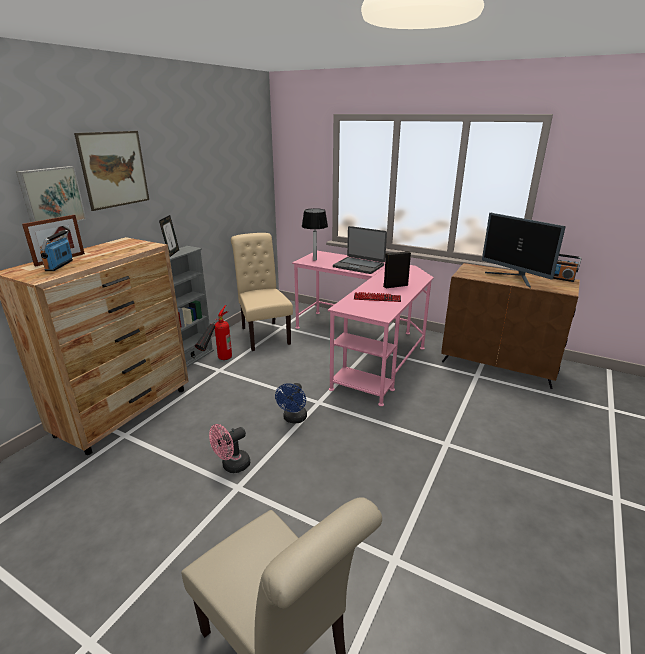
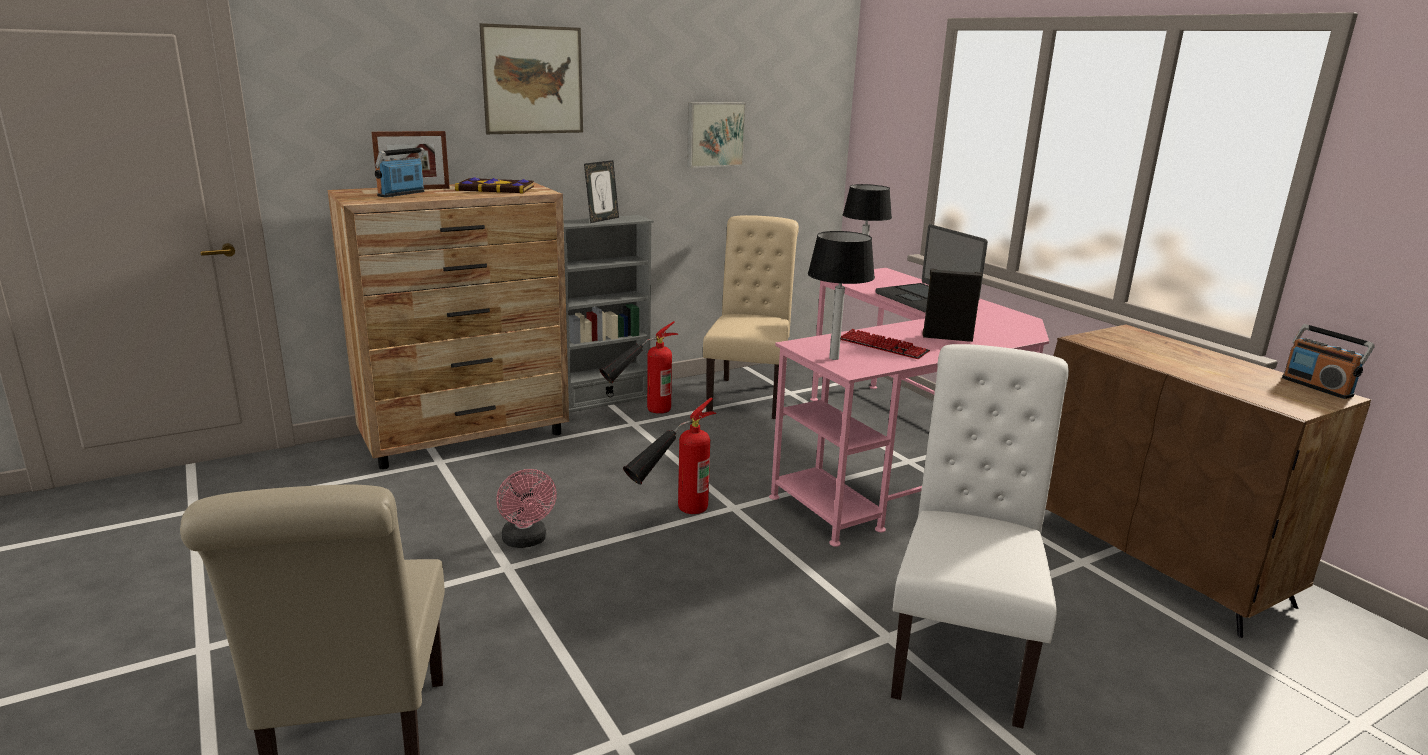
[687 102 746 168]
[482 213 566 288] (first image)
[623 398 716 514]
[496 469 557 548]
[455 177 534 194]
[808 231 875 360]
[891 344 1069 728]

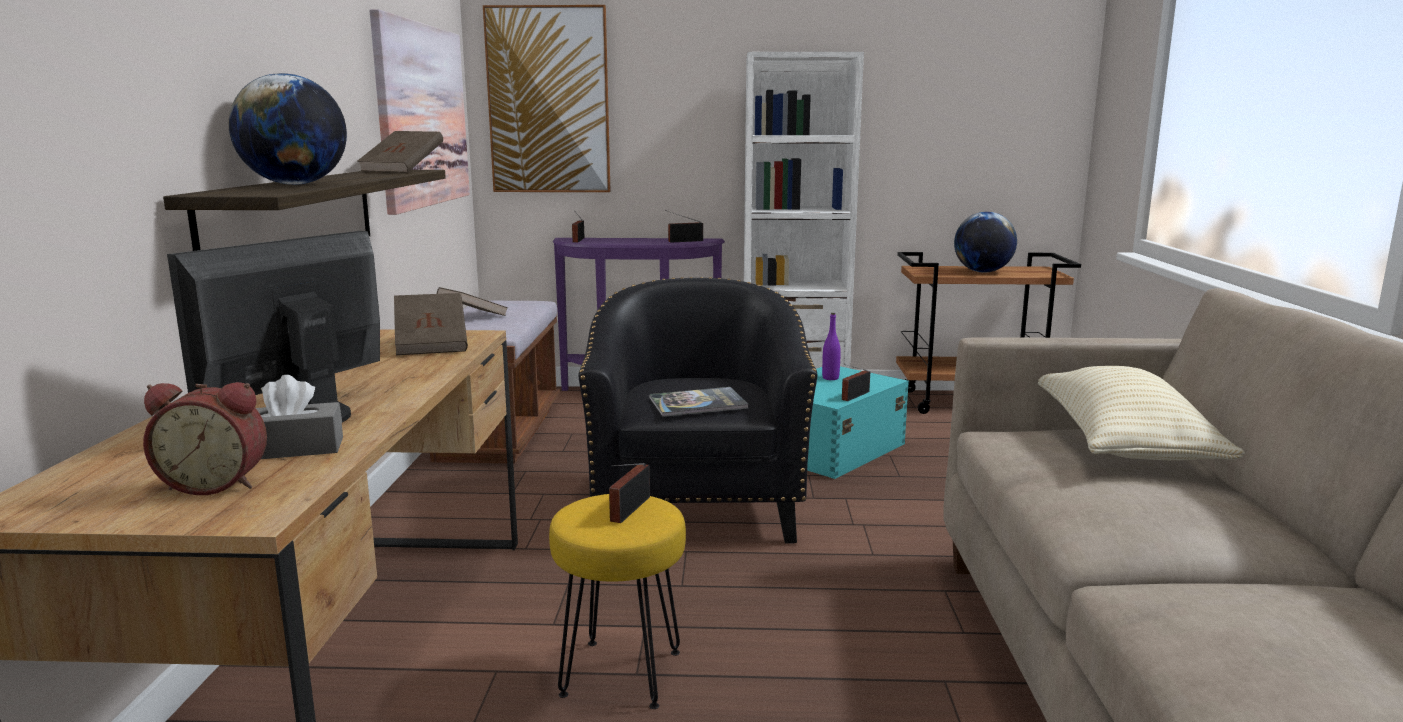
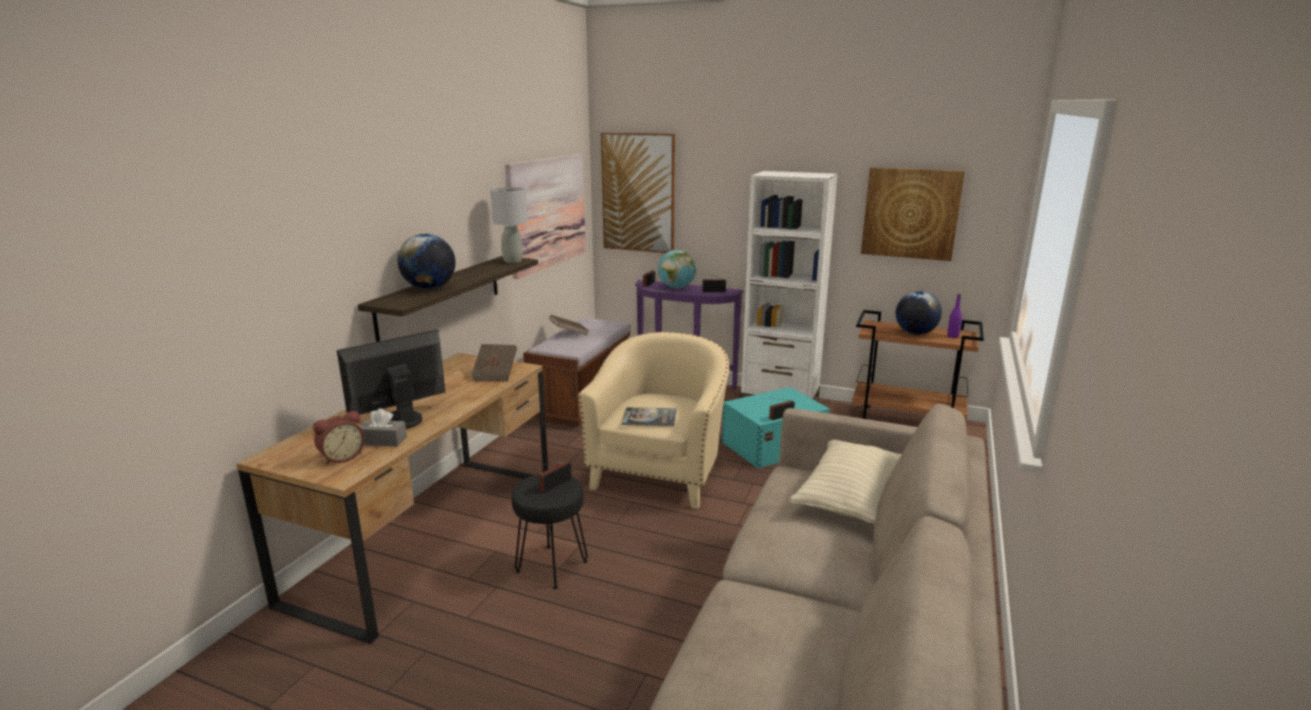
[490 187 528 263]
[578 332 729 509]
[947 294 962 338]
[313 411 365 465]
[512 474 588 589]
[861 167 965 261]
[658 250 696 289]

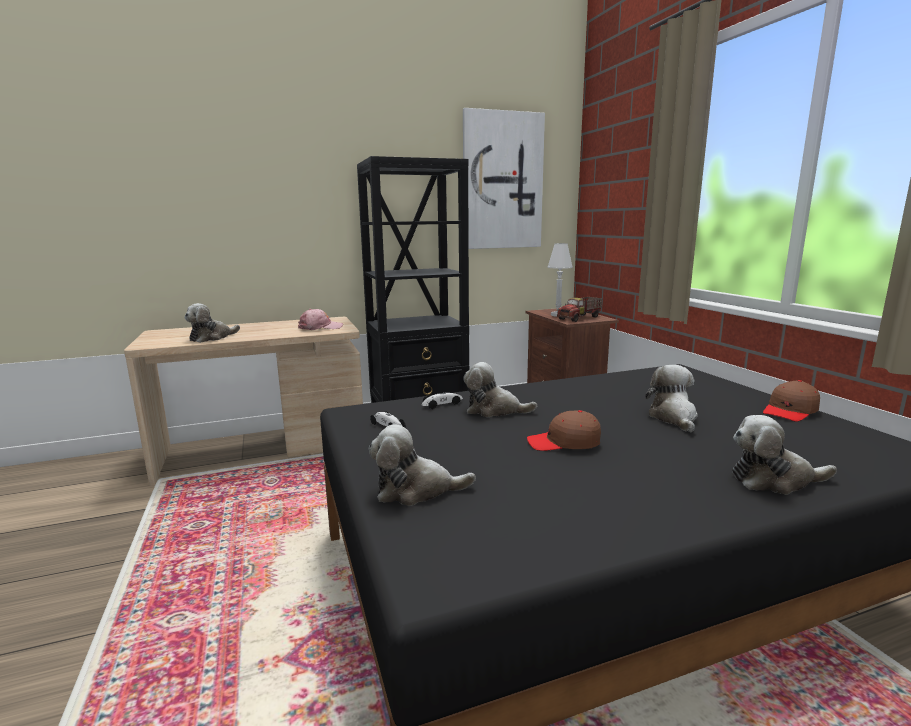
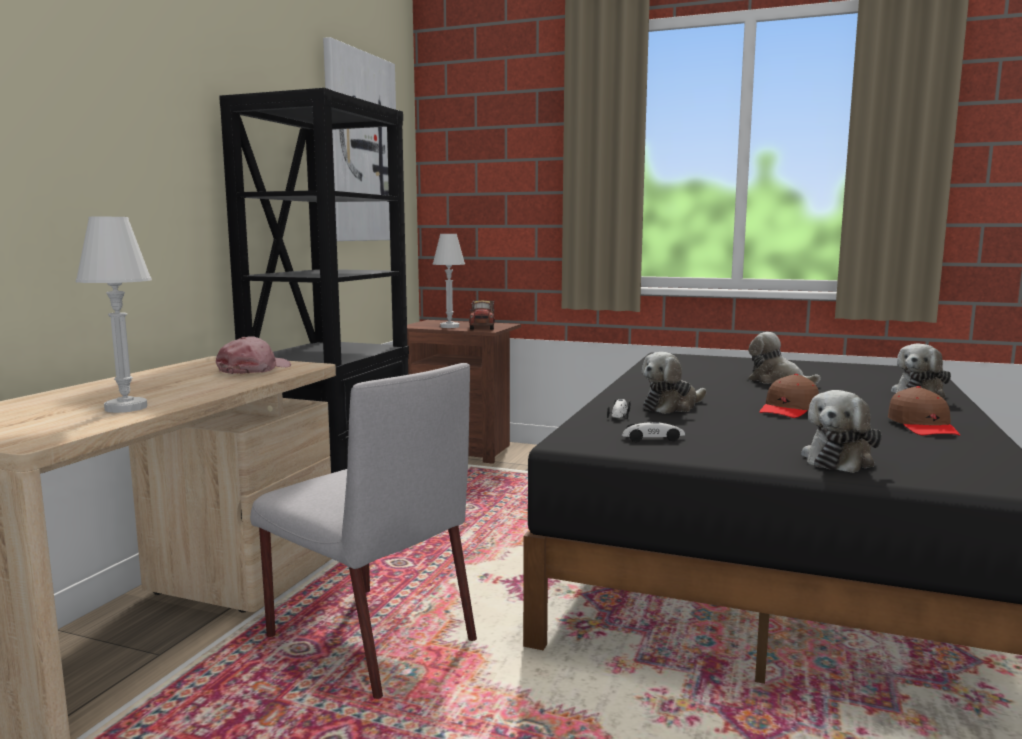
[76 217 152 413]
[888 386 960 436]
[250 363 477 699]

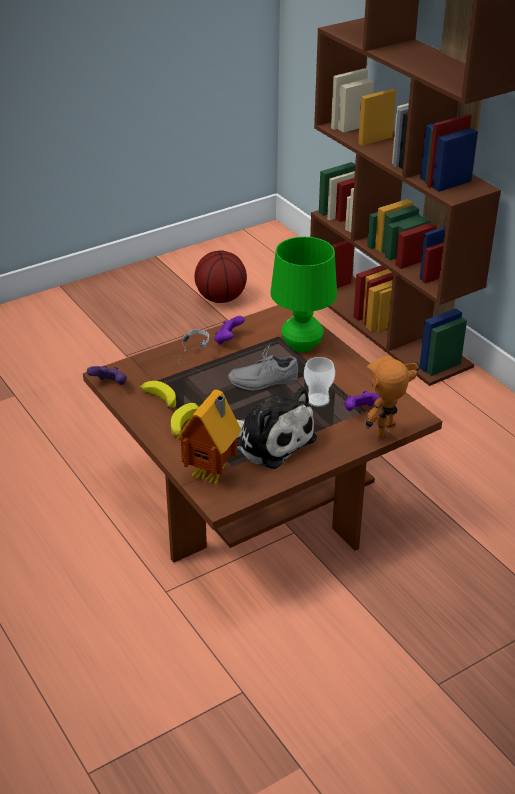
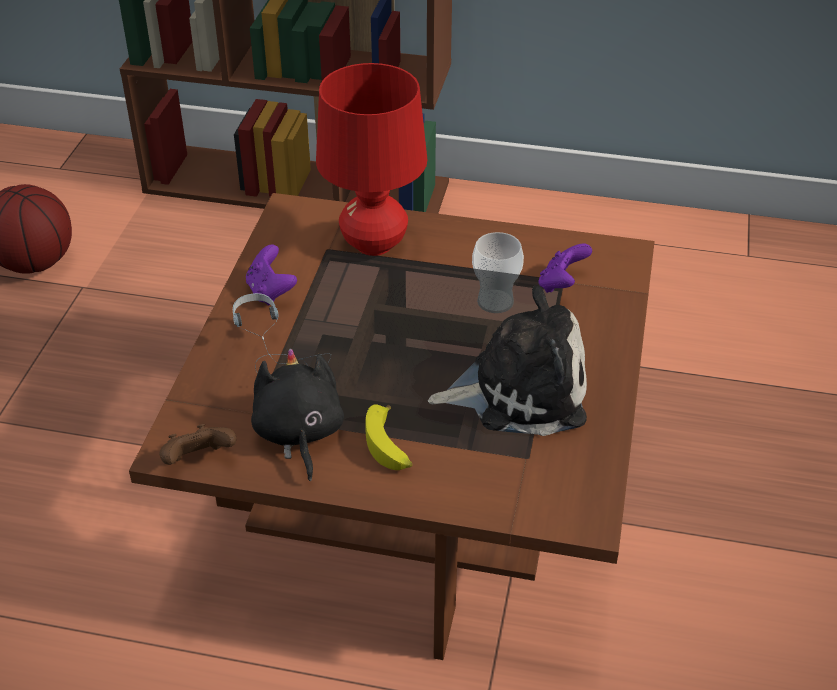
[316 63 427 256]
[228 342 298 391] (first image)
[366 355 420 437] (first image)
[159 424 236 465]
[251 348 344 481]
[176 390 241 484] (first image)

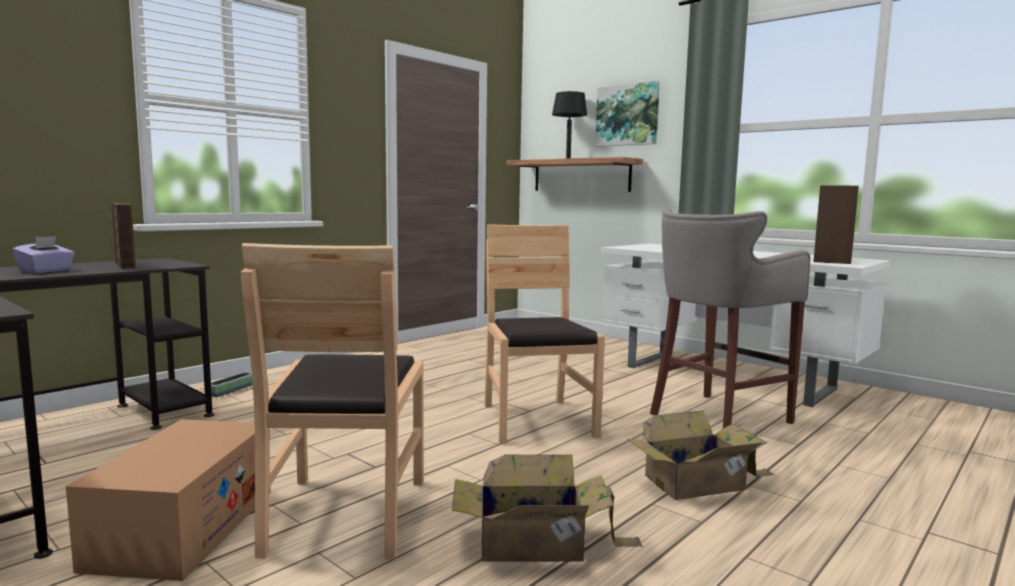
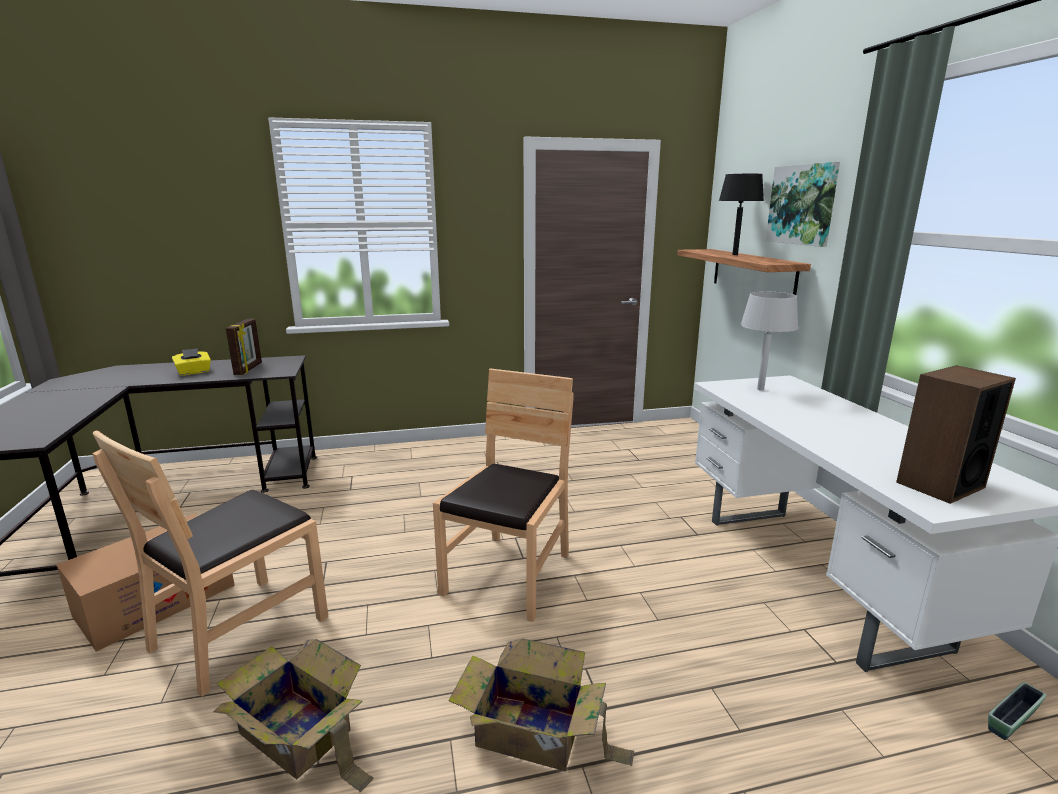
[650 208 810 428] (first image)
[172 348 211 376]
[988 682 1046 740]
[741 291 798 391]

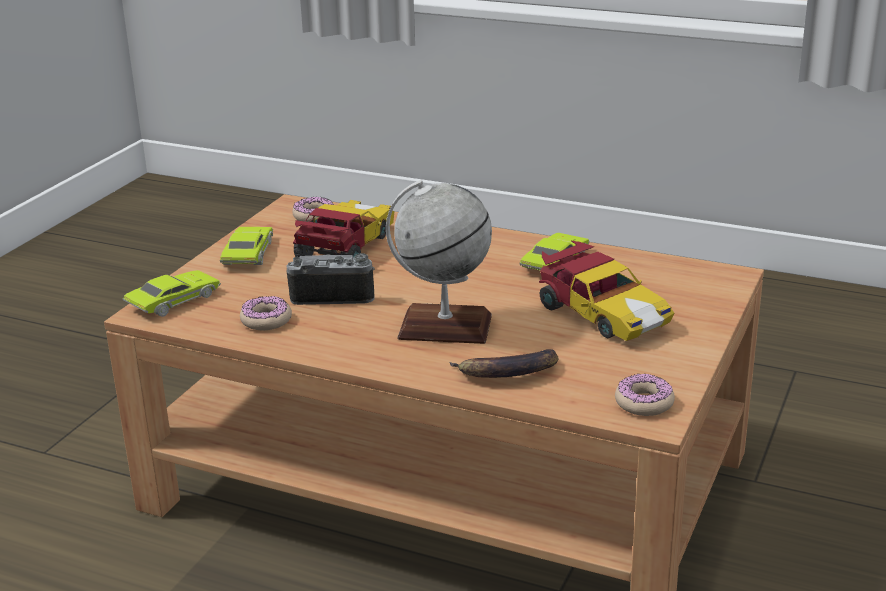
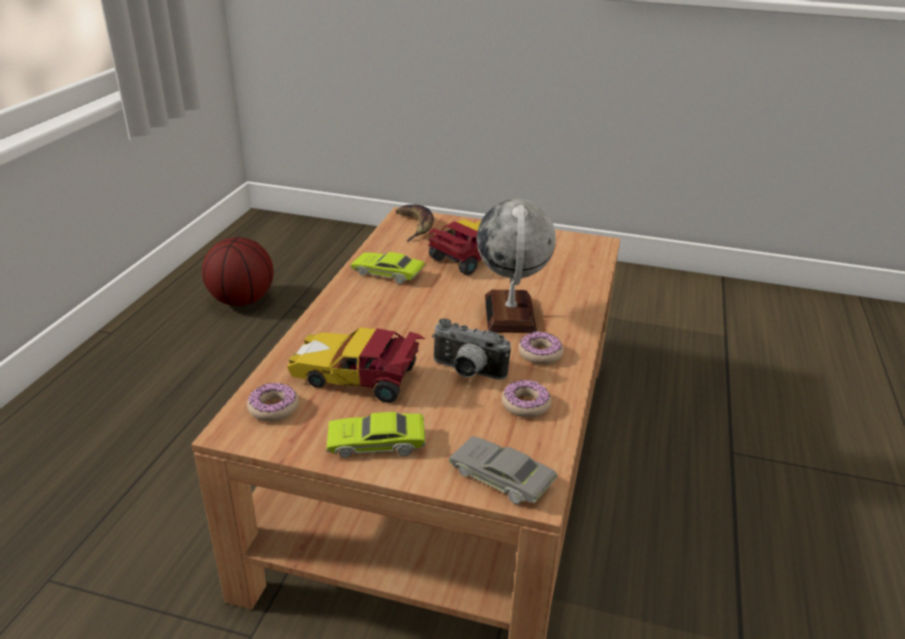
[432 318 511 380]
[448 436 558 504]
[396 204 434 241]
[518 331 564 365]
[202 237 274 306]

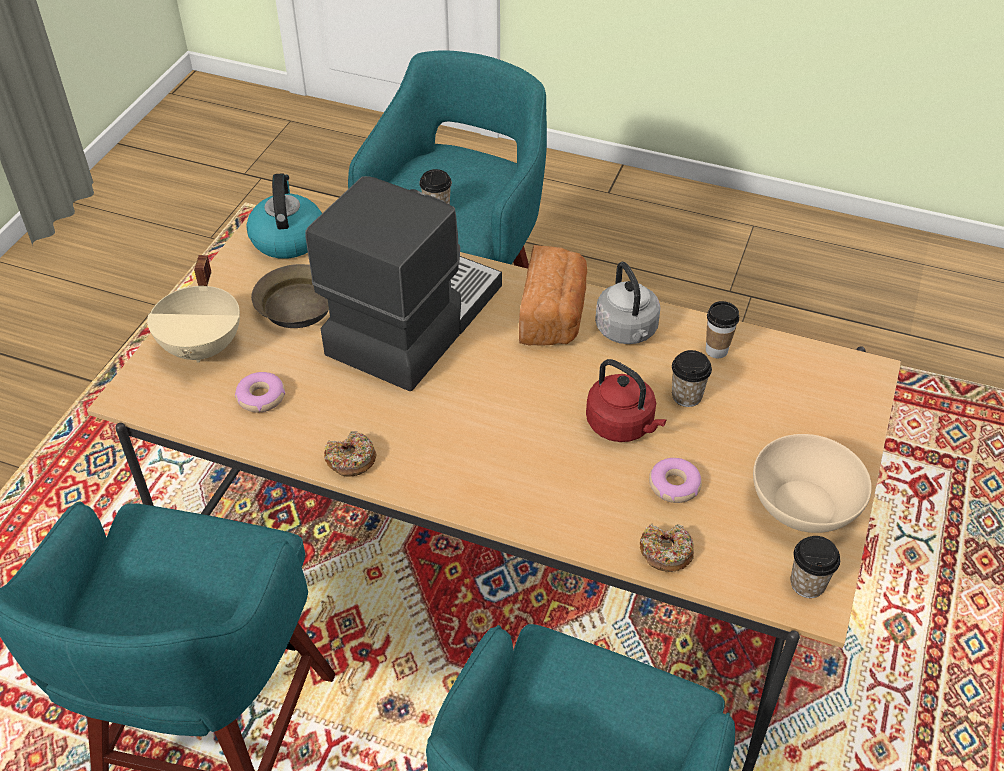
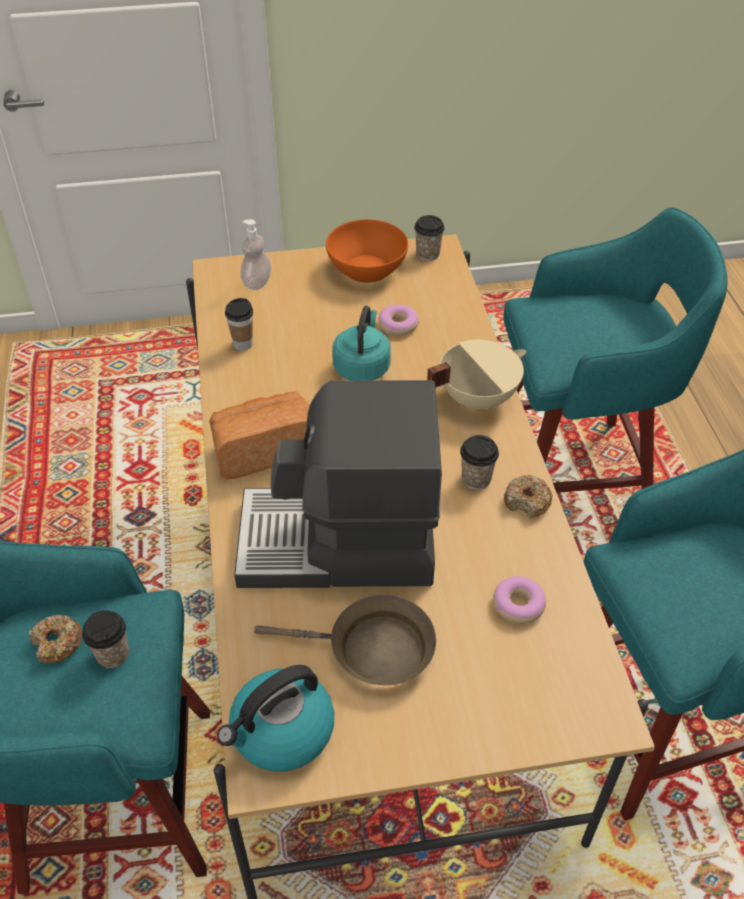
[427 340 526 410]
[595 262 660 344] (first image)
[460 435 499 490]
[332 306 391 381]
[326 219 408 283]
[29 615 82 663]
[240 219 271 290]

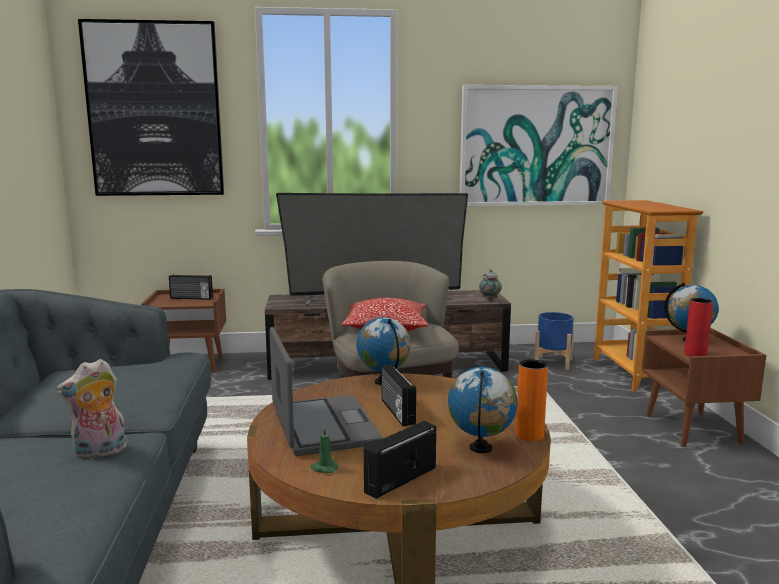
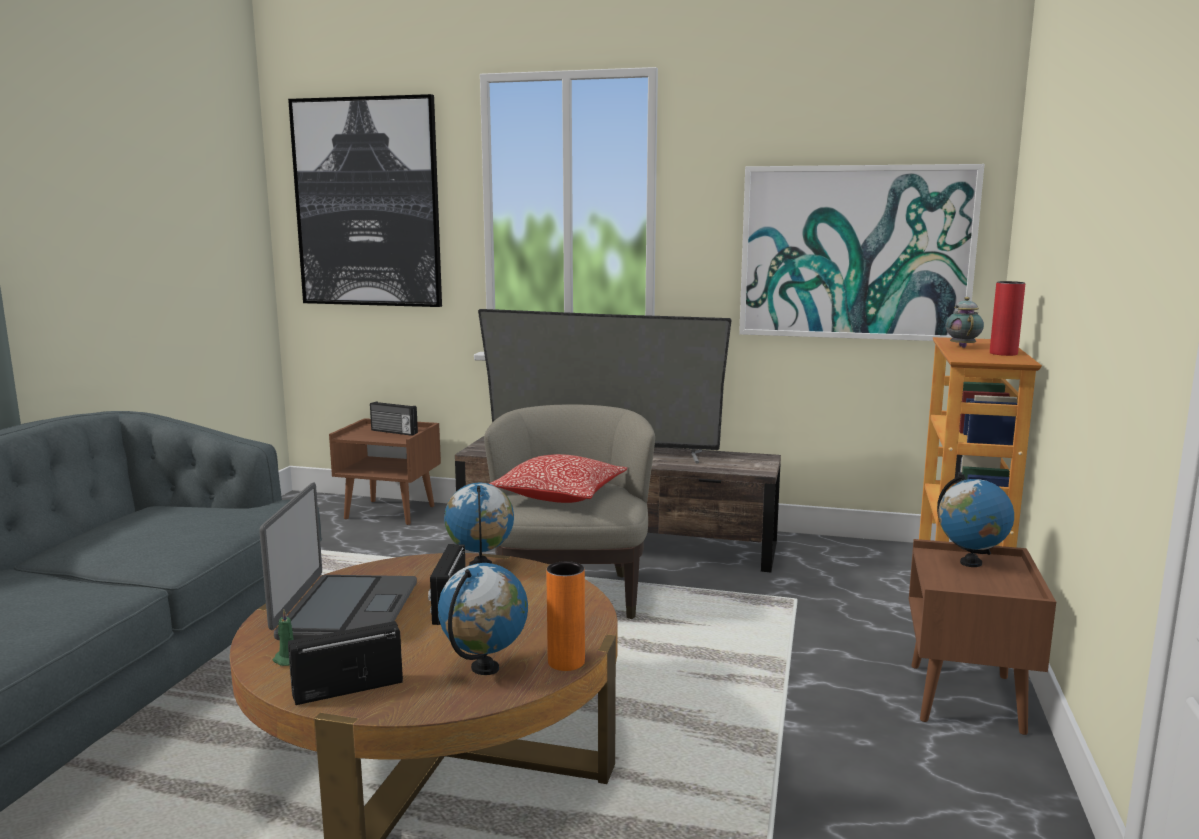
[945 297 984 348]
[990 281 1025 356]
[534 312 574 370] (first image)
[56 359 127 459] (first image)

